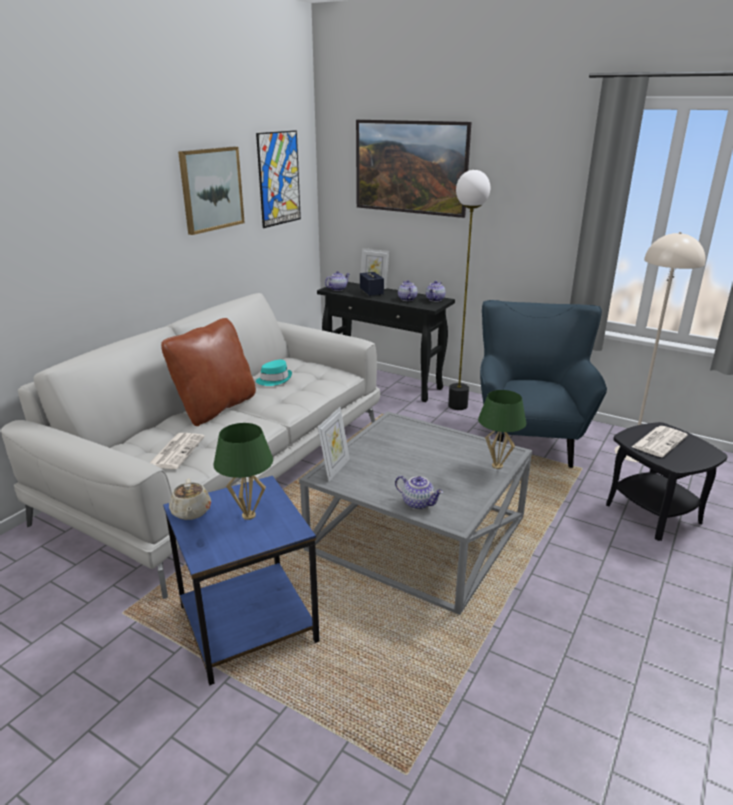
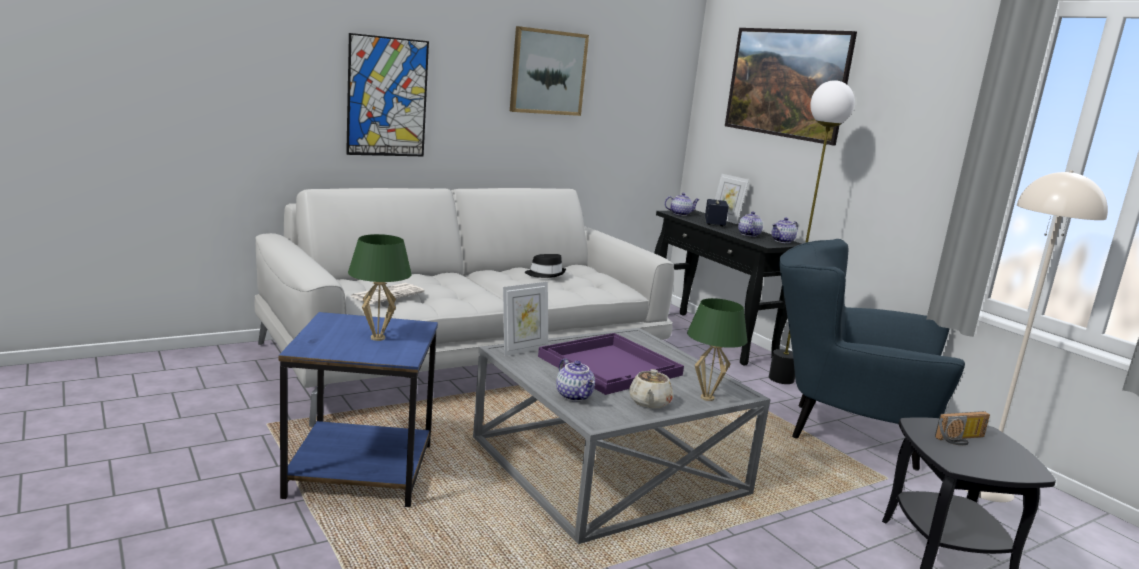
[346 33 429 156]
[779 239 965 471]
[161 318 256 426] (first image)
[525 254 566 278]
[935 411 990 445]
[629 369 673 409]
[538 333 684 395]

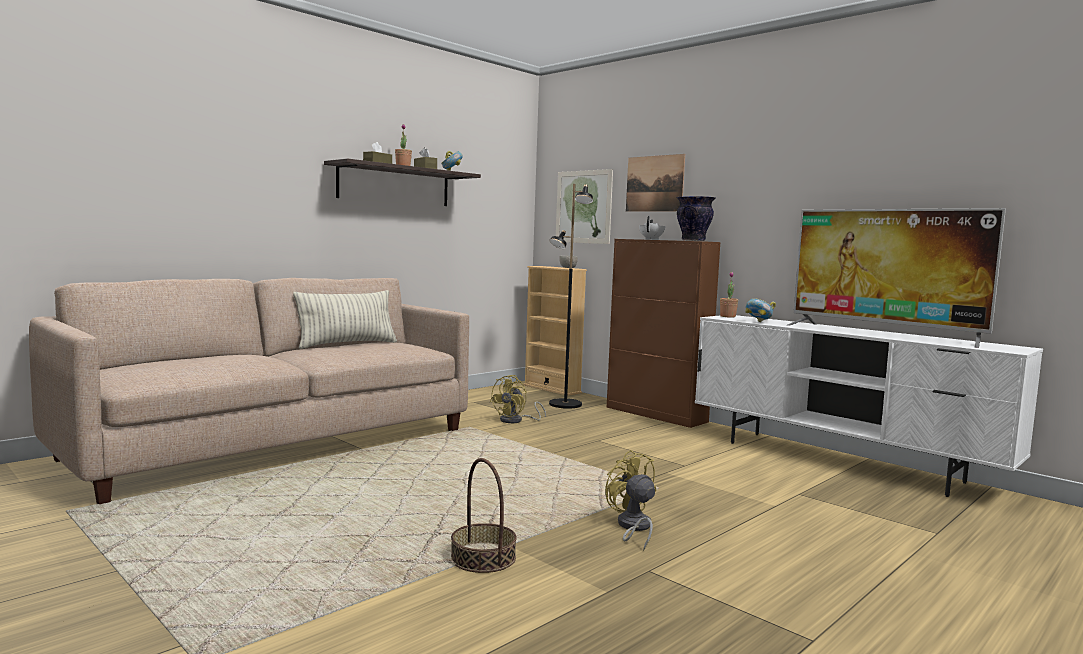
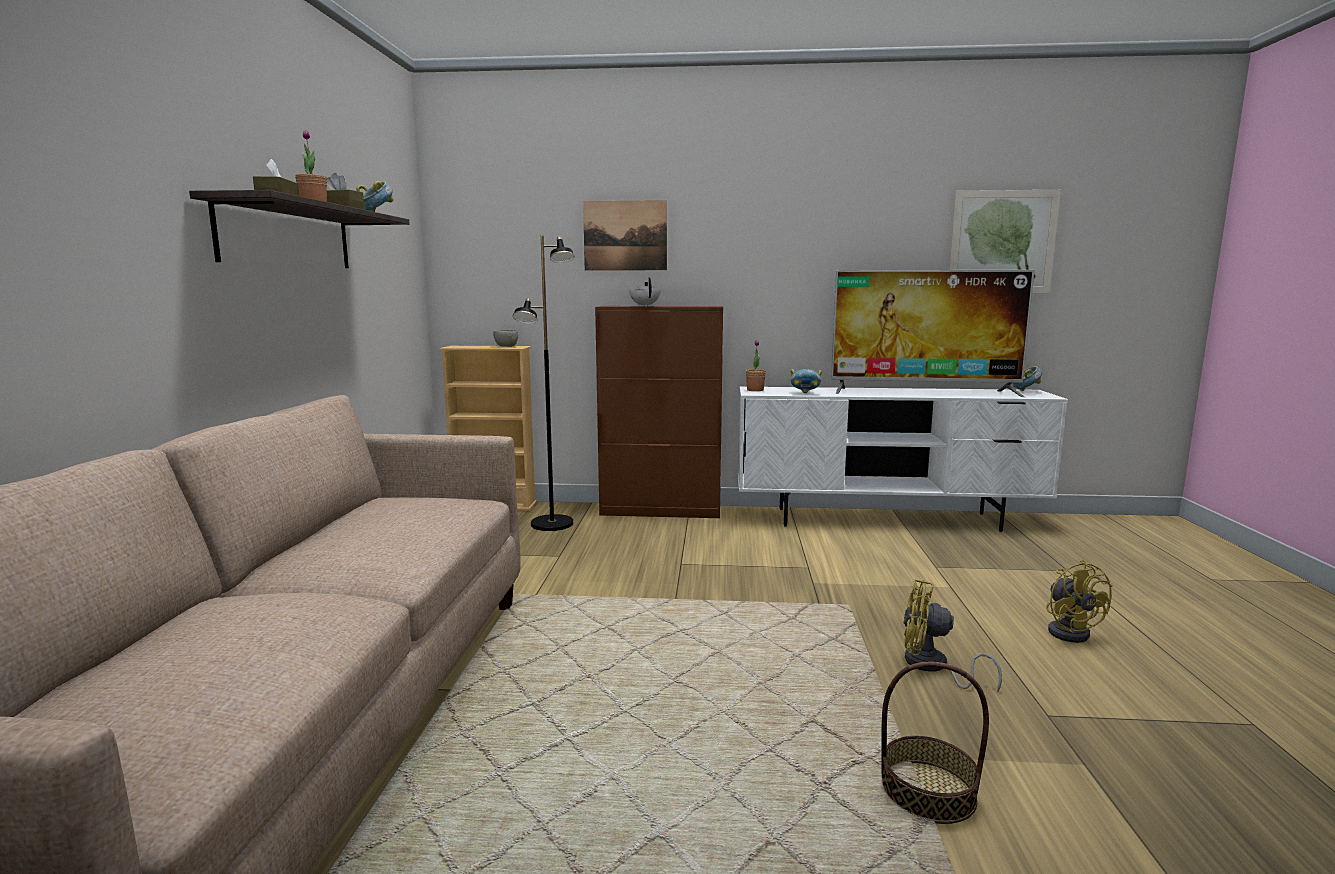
[950 190 1061 293]
[677 196 716 241] (first image)
[293 290 397 349] (first image)
[1046 560 1113 643]
[1013 366 1042 391]

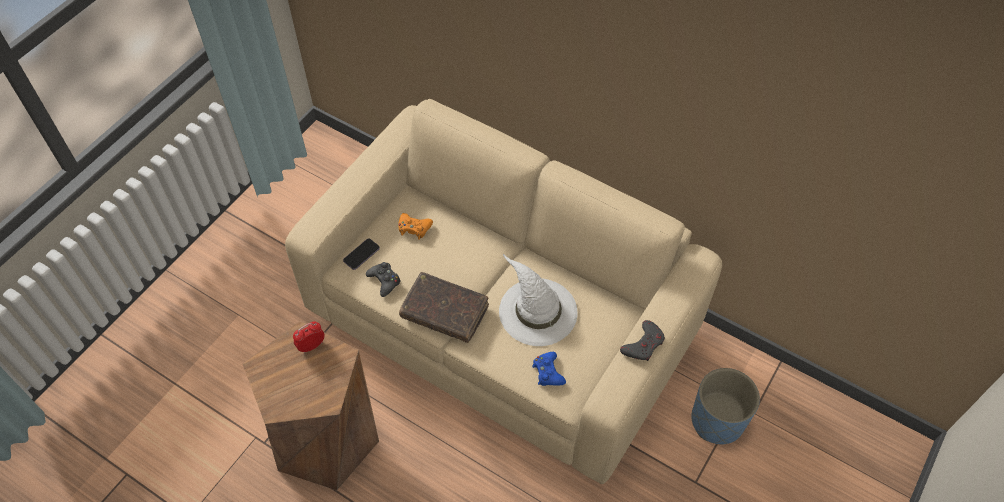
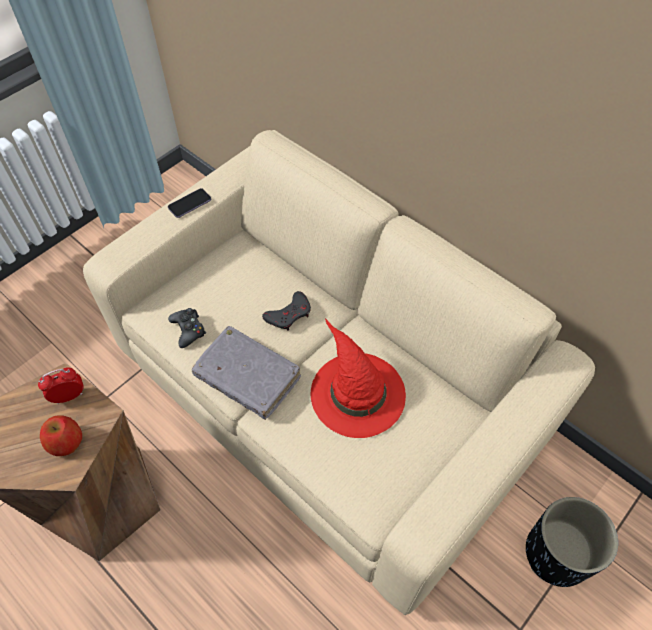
[398 213 433 240] (first image)
[168 188 211 218]
[311 318 406 438]
[192 326 301 420]
[262 291 311 331]
[532 352 566 386] (first image)
[526 497 618 587]
[40 415 82 456]

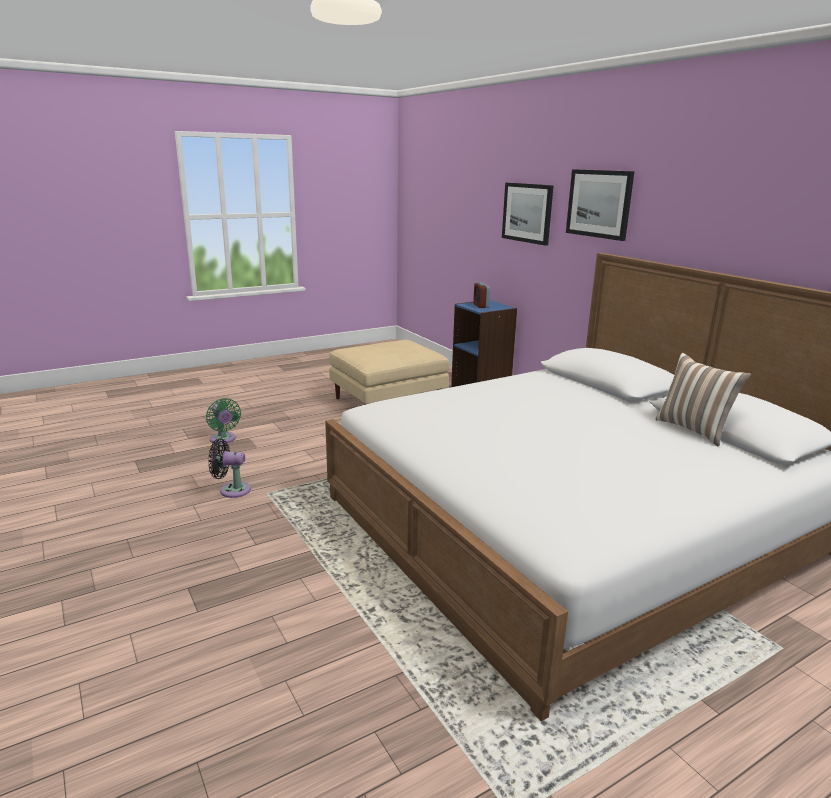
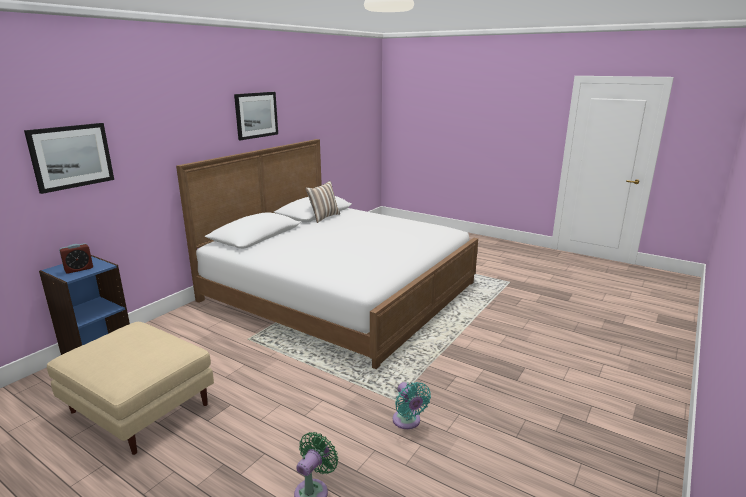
[234 92 278 140]
[393 382 431 429]

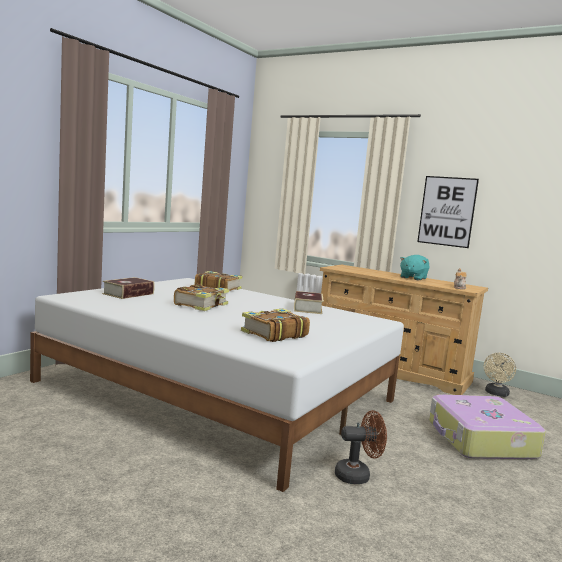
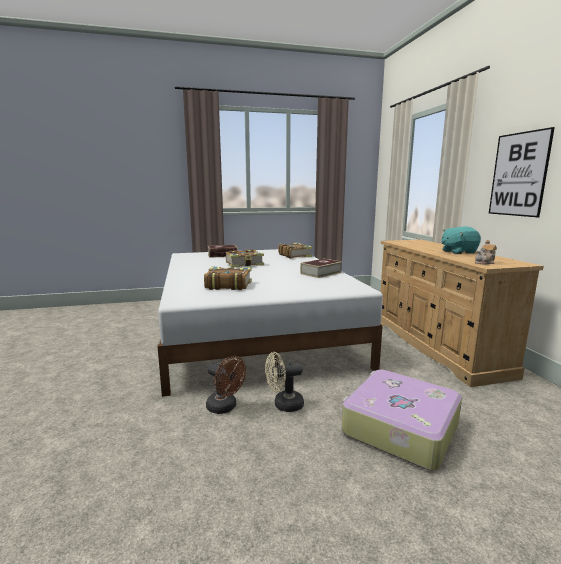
[265 352 304 412]

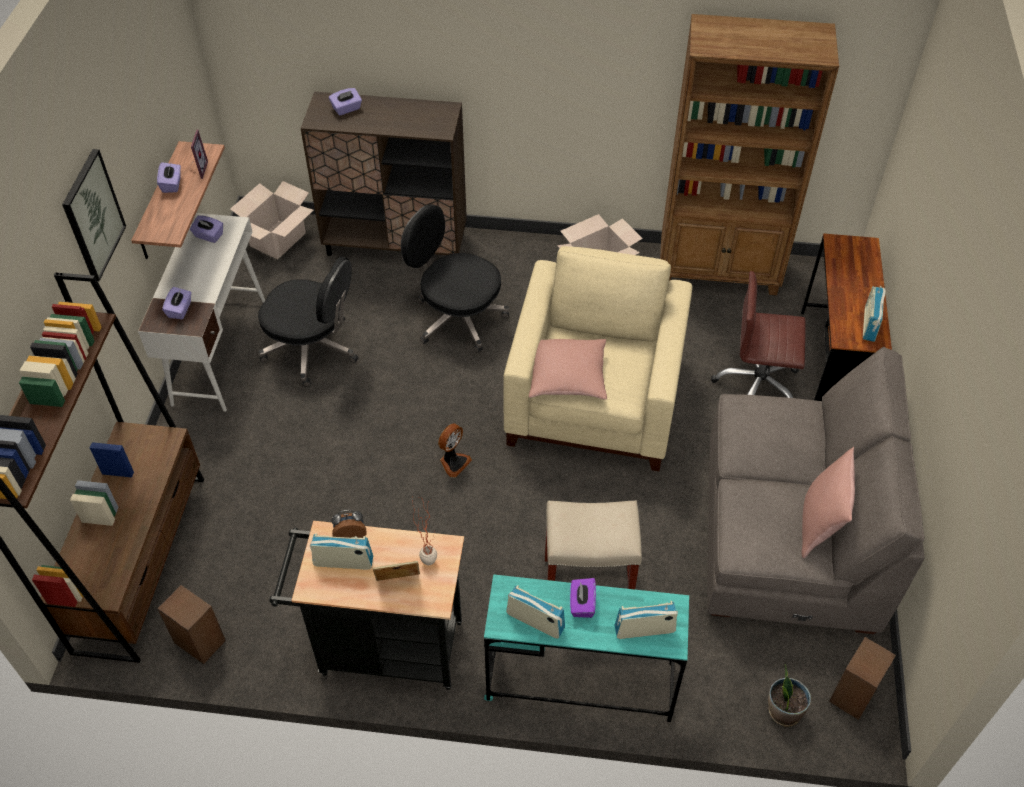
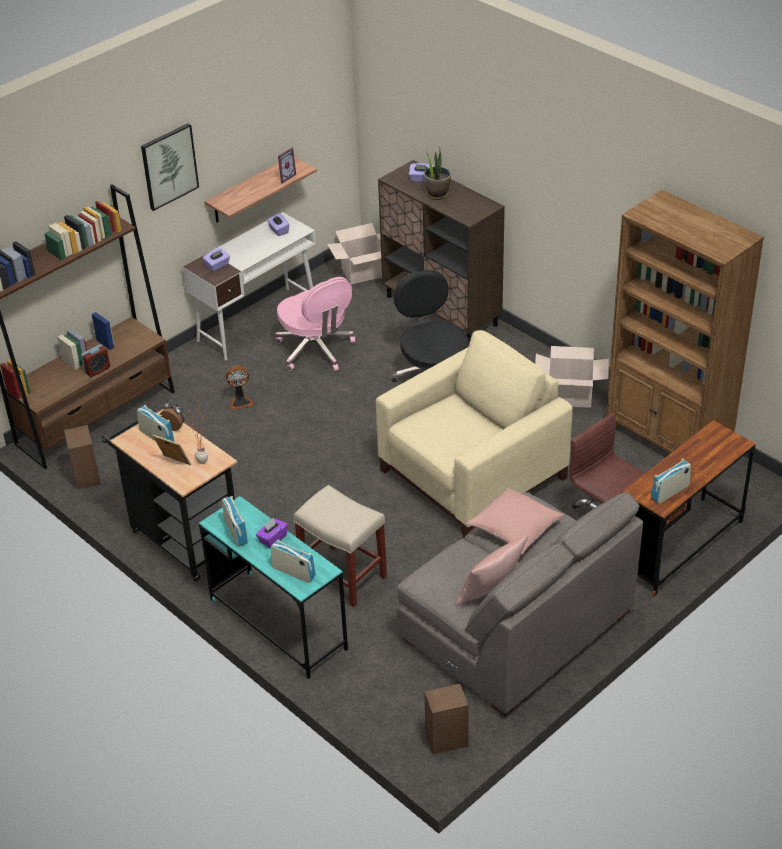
[157 162 181 193] (first image)
[275 277 355 371]
[466 487 564 555]
[226 366 254 410]
[424 146 451 200]
[81 344 110 377]

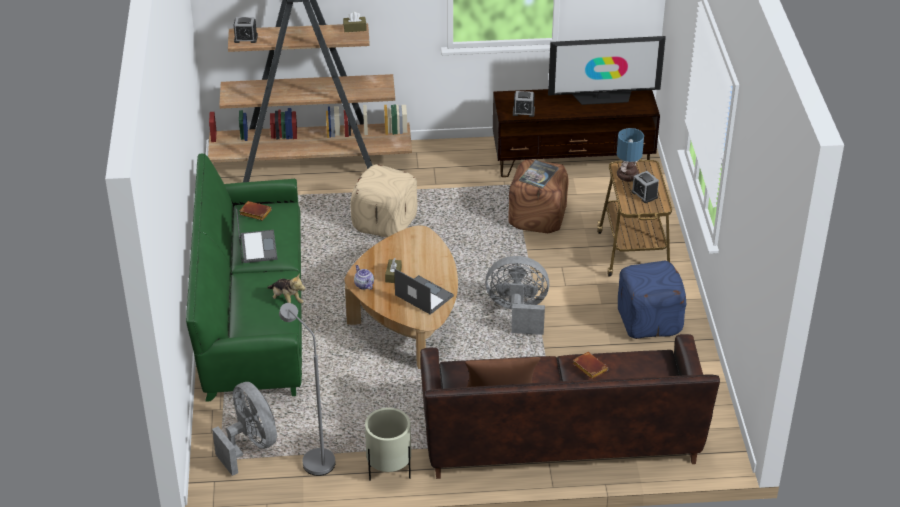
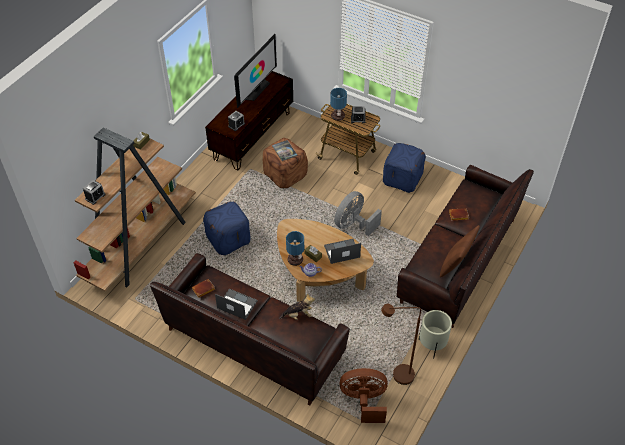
[150 253 350 406]
[203 202 251 255]
[381 304 421 385]
[339 368 388 423]
[286 231 304 266]

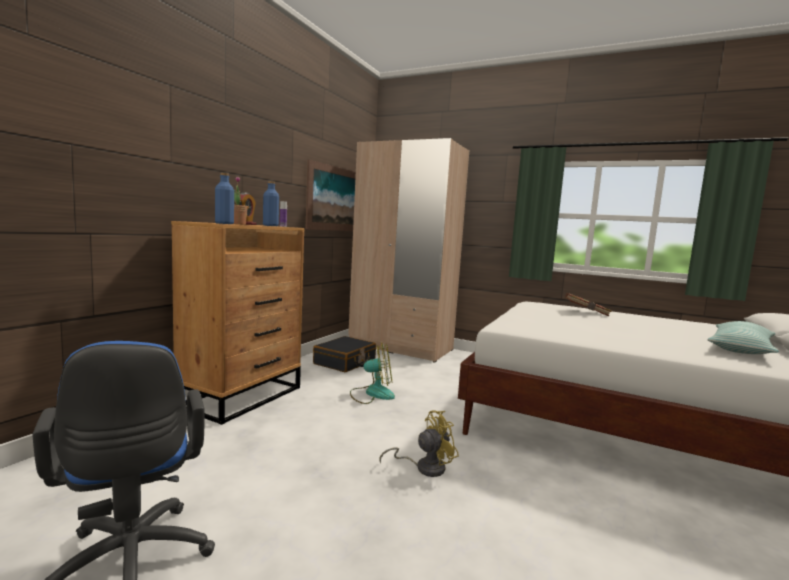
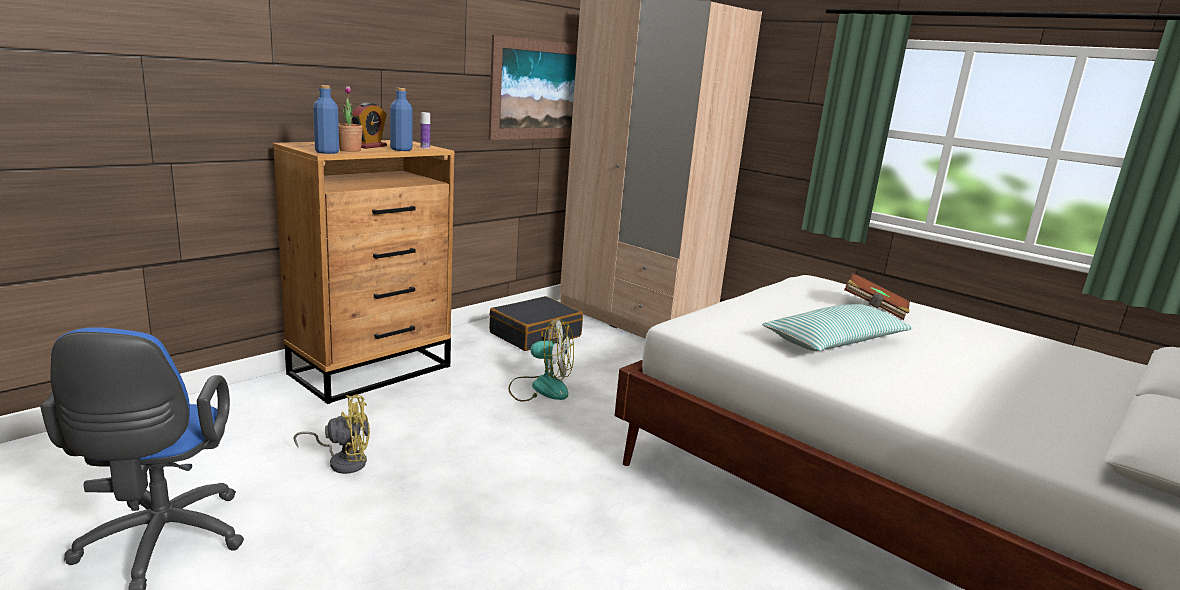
[762 304 913 351]
[294 394 370 474]

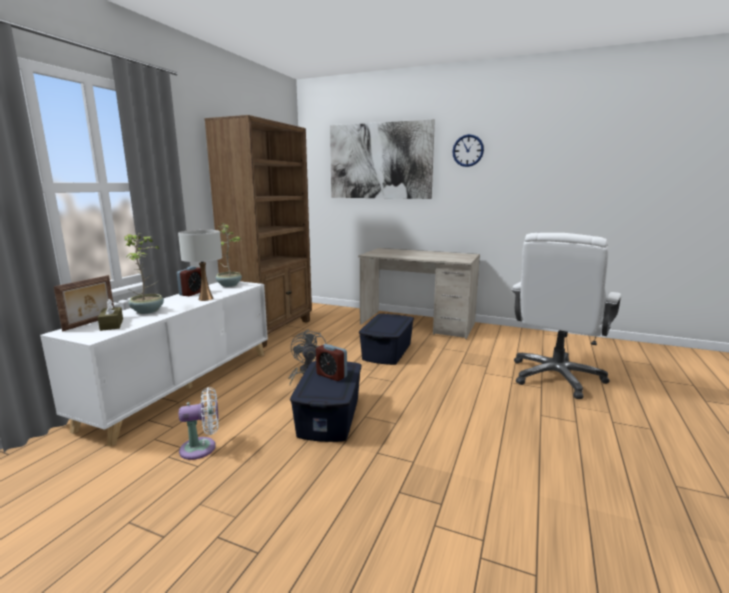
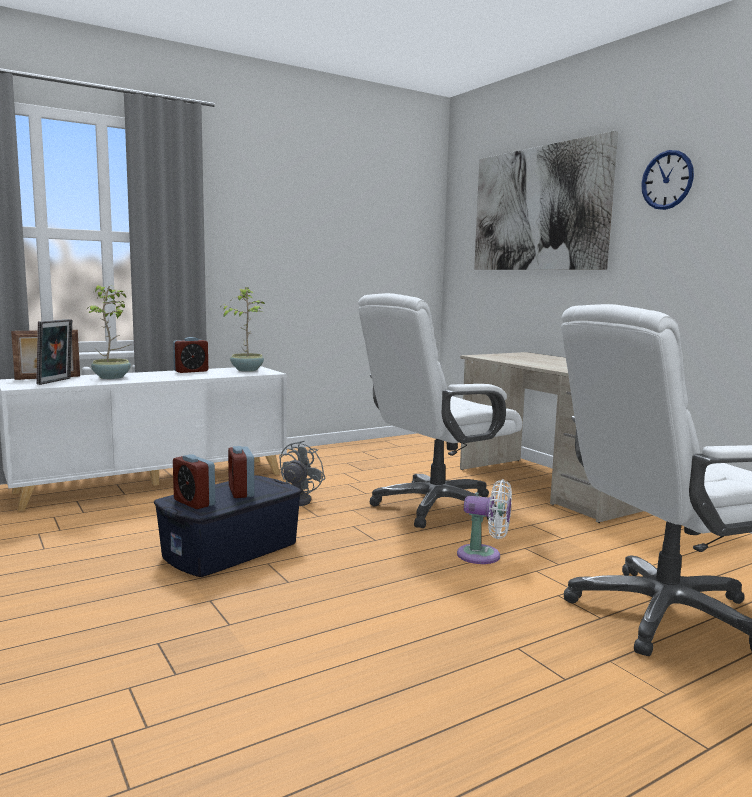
[204 115 312 348] (first image)
[178 230 222 301] (first image)
[36 319 72 385]
[358 293 522 528]
[457 479 512 564]
[173 454 215 509]

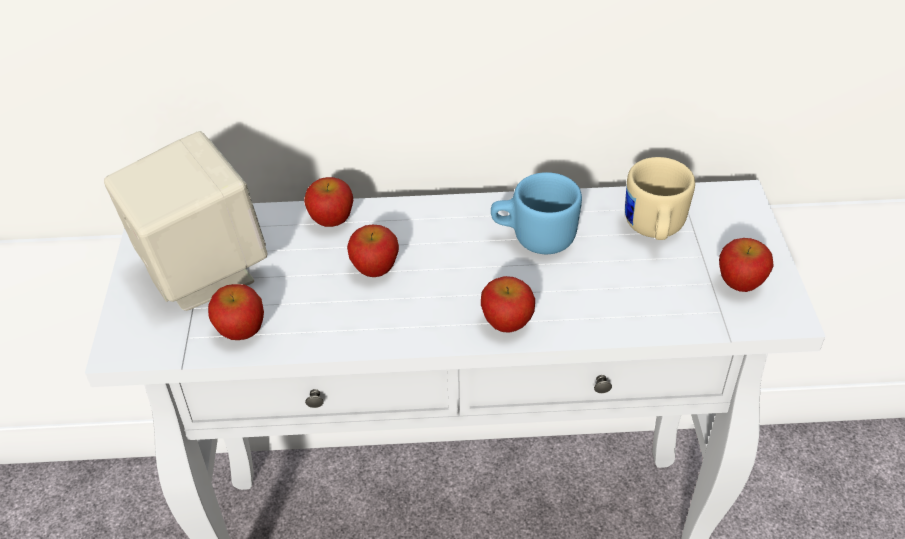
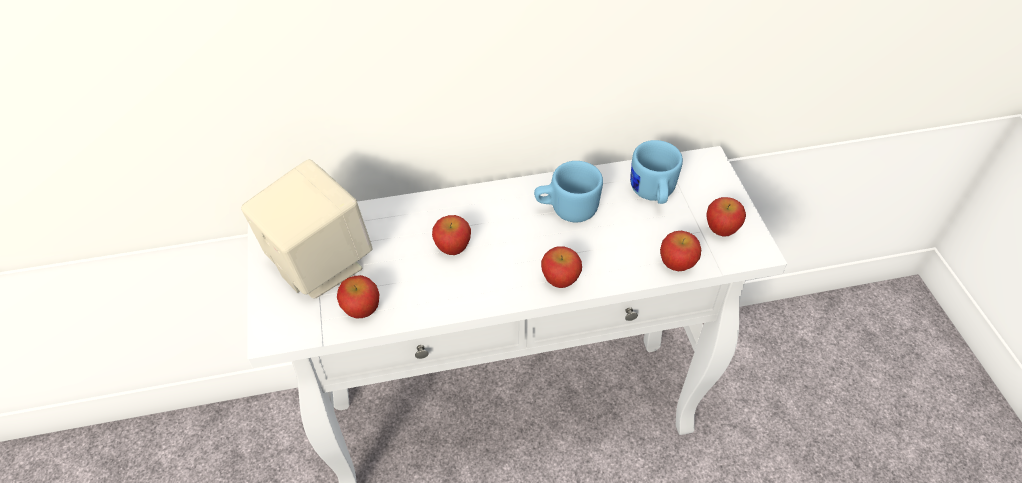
[630 140 683 204]
[660 231 701 271]

